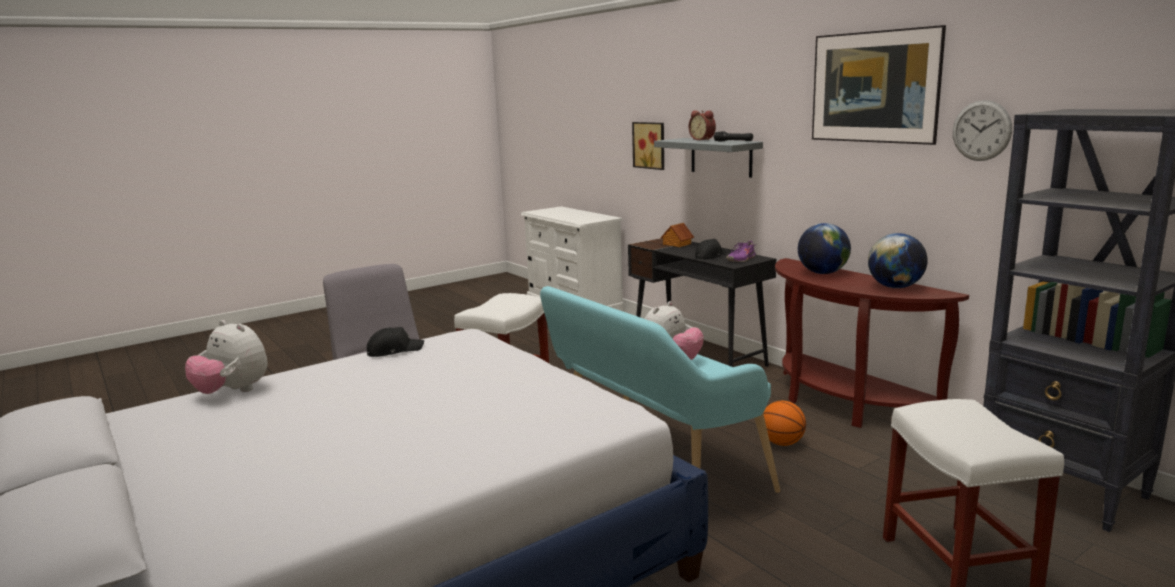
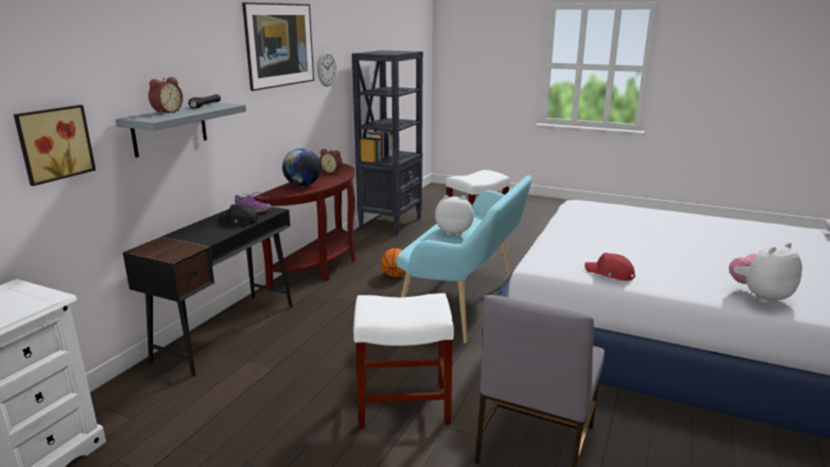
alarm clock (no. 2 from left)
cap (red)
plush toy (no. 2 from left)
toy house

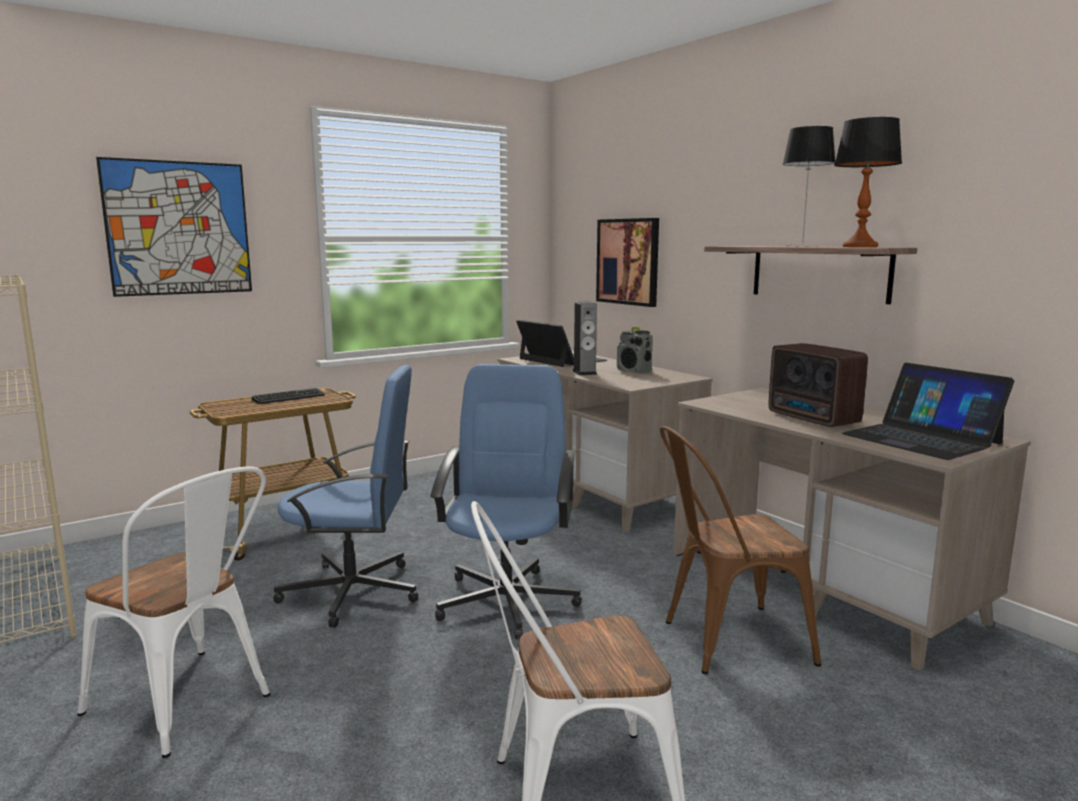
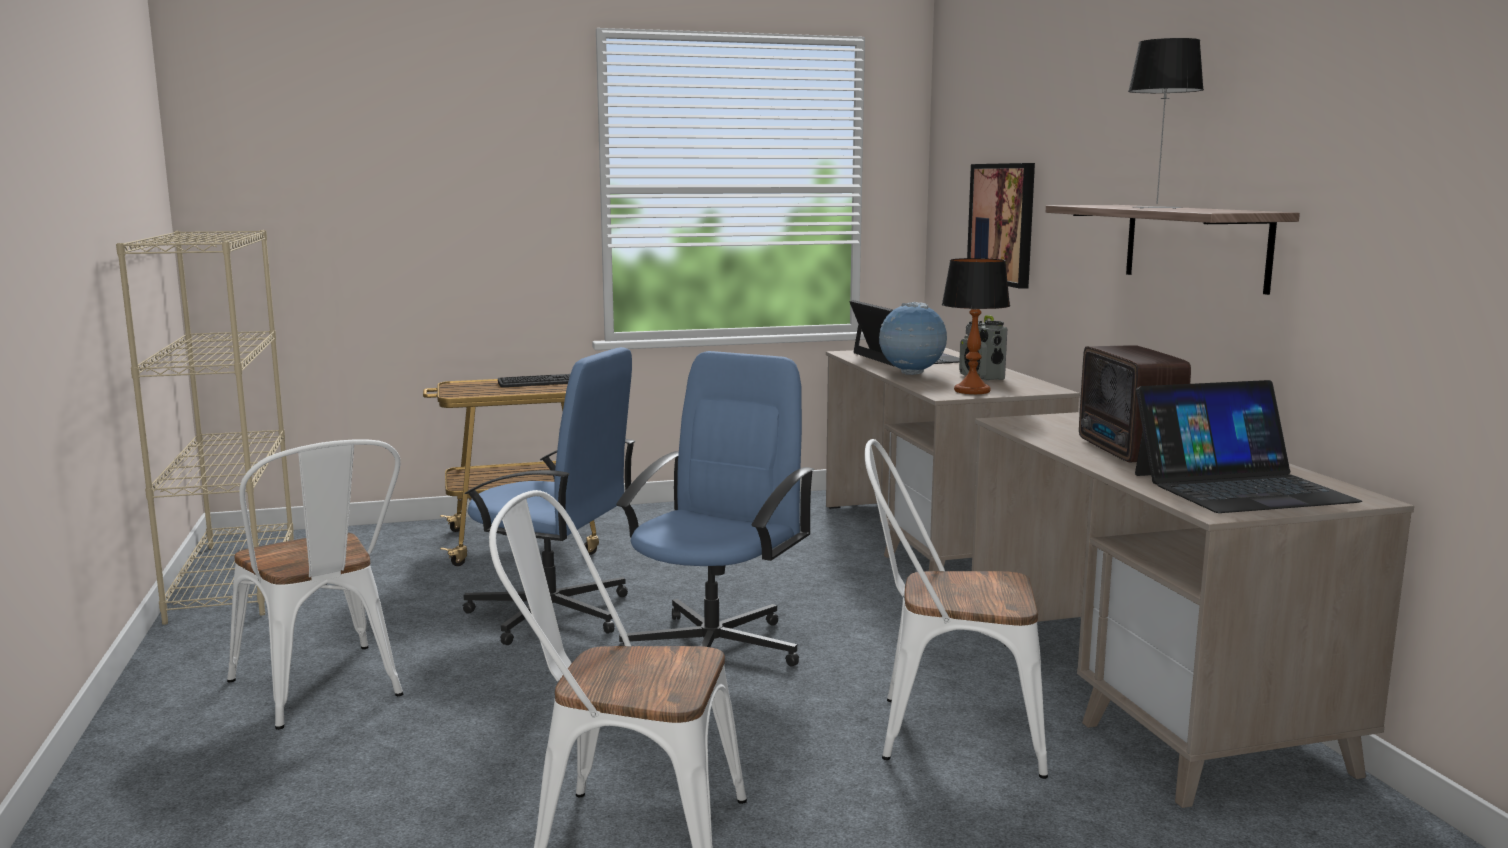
chair (white) (no. 3 from left)
globe
table lamp (no. 1 from left)
laptop (no. 2 from left)
picture (no. 1 from left in the first image)

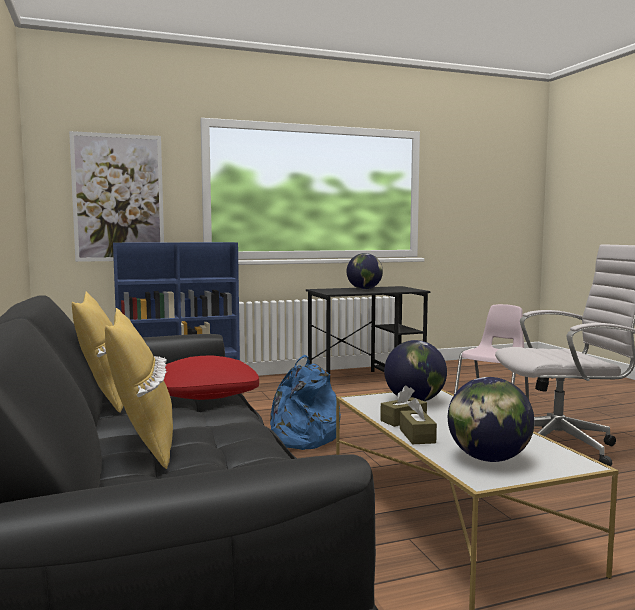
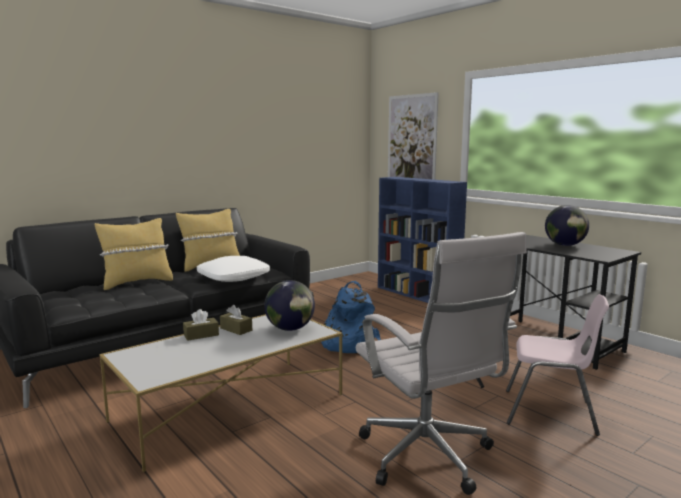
pillow (white)
globe (no. 3 from left in the first image)

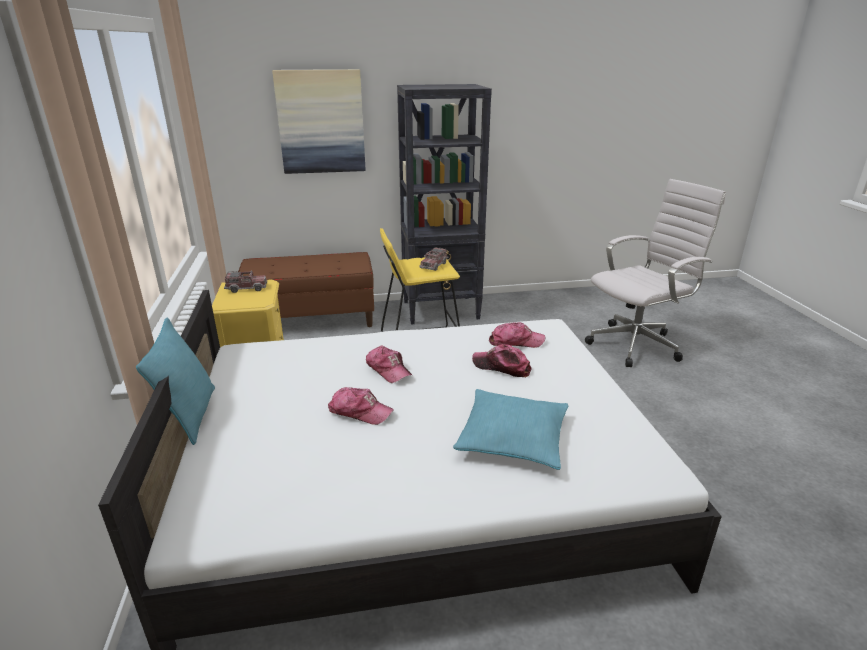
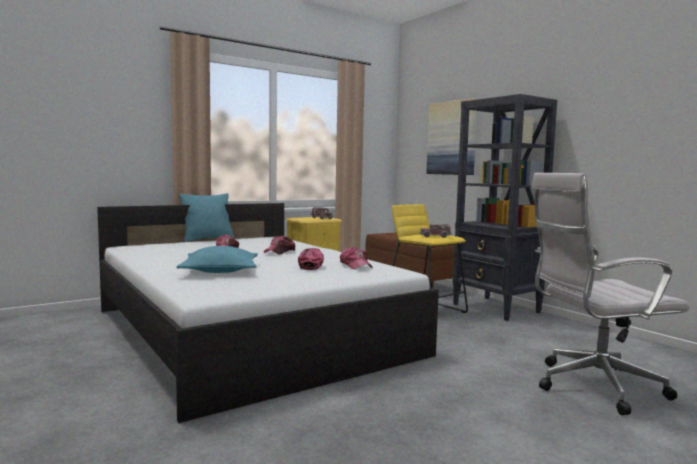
office chair (white)

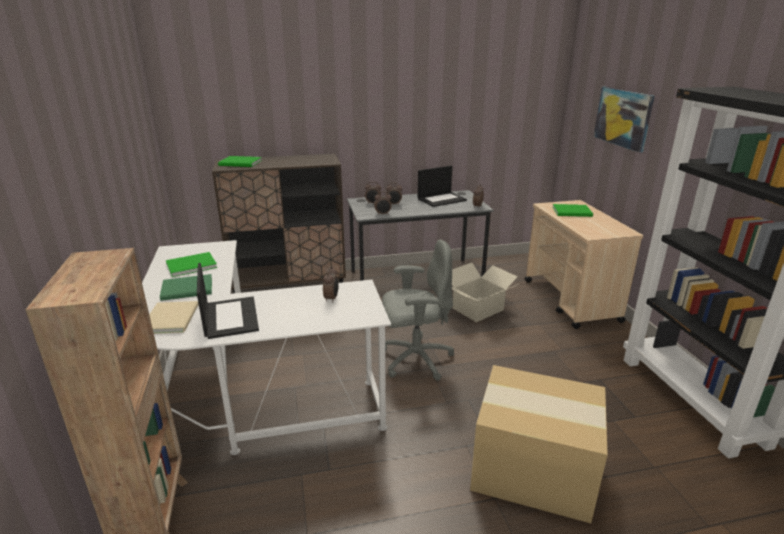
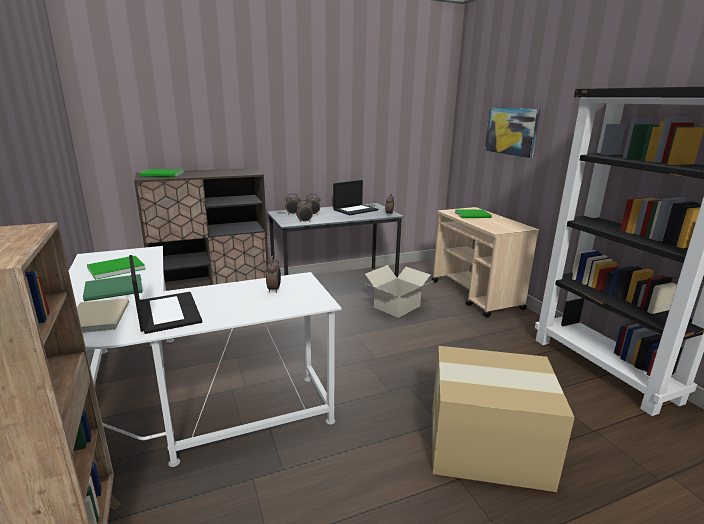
office chair (grey)

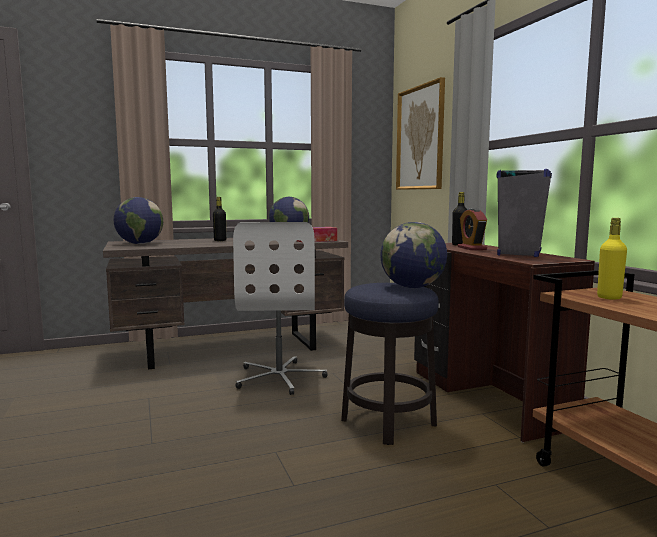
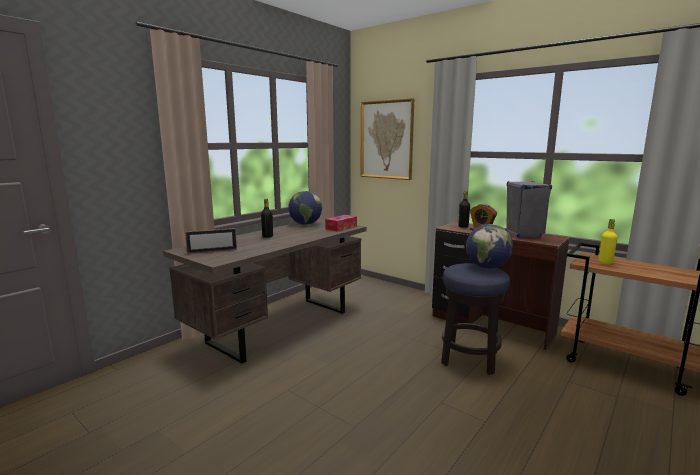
picture frame
office chair (white)

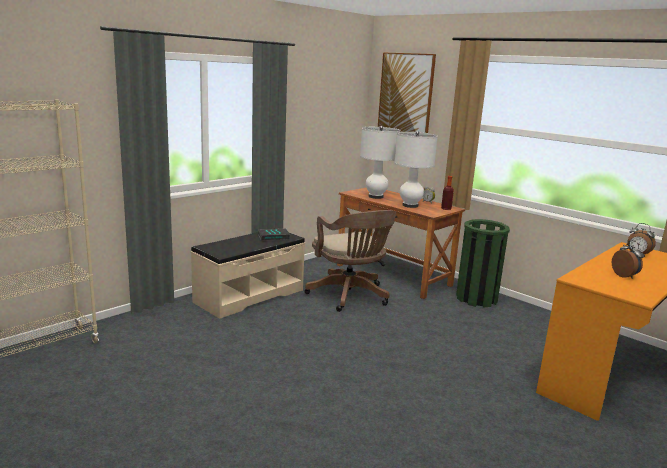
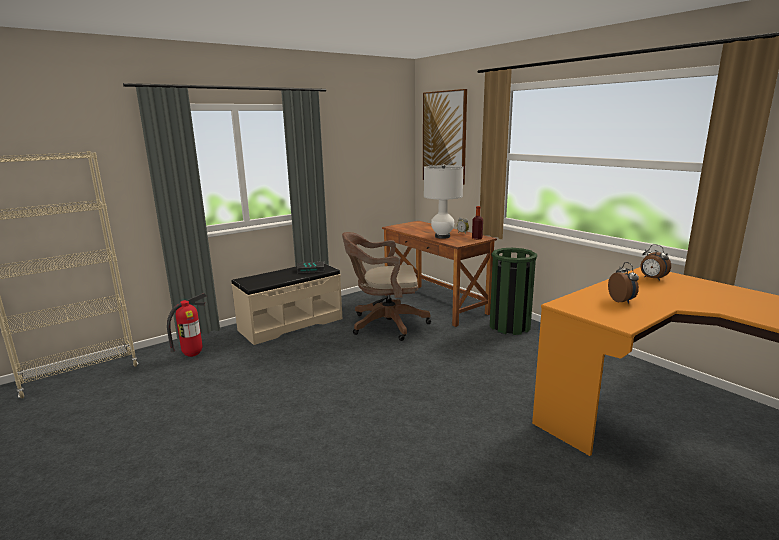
fire extinguisher
office chair (brown)
table lamp (white) (no. 1 from left in the first image)

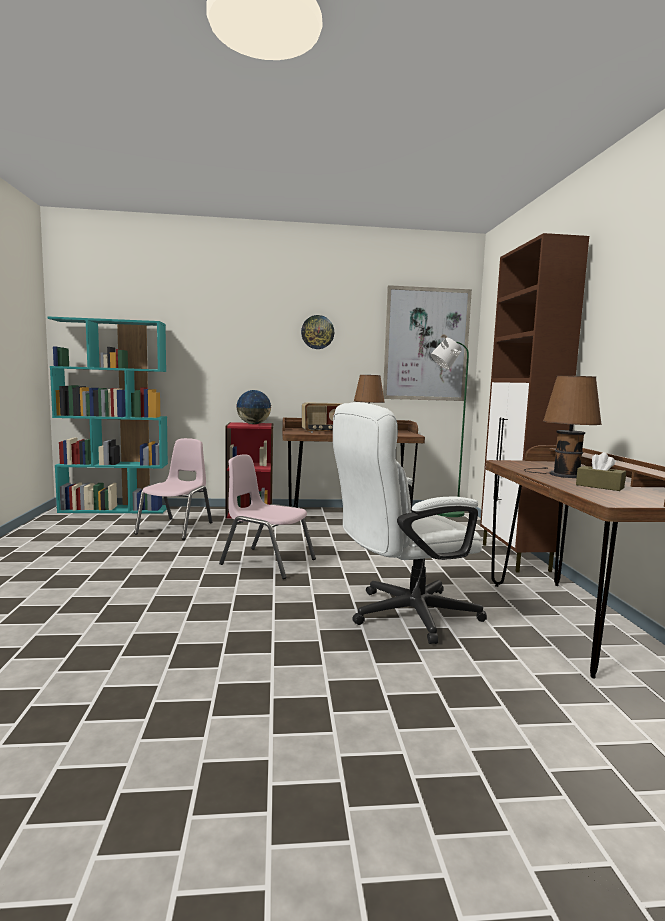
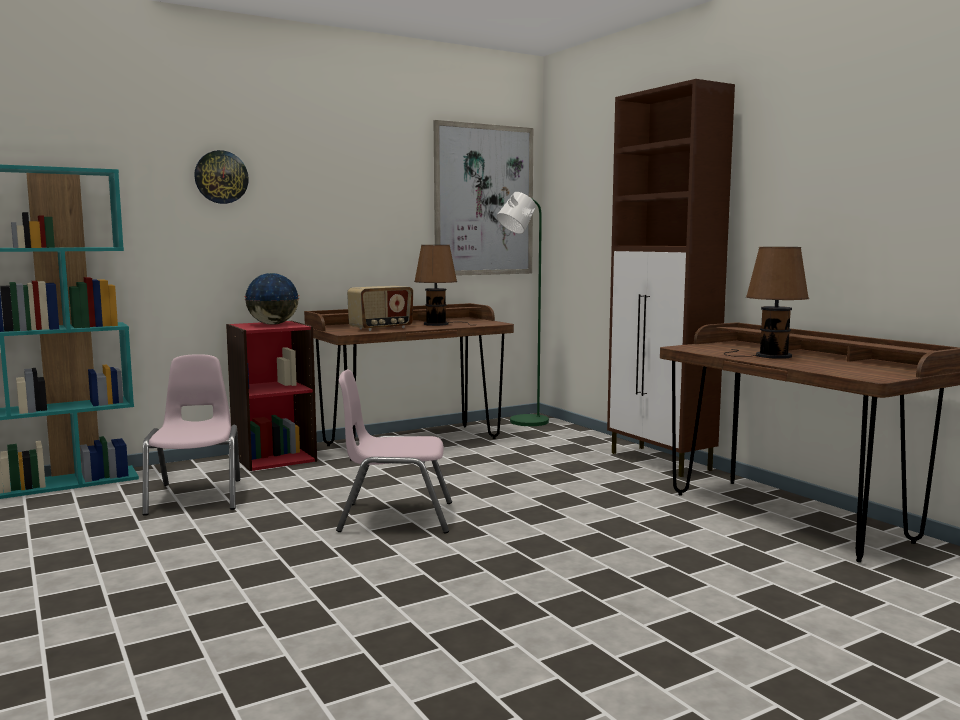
wall clock
office chair (white)
tissue box (brown)

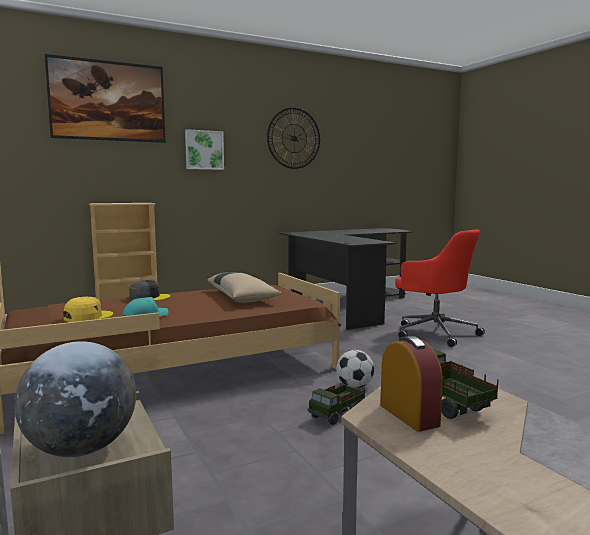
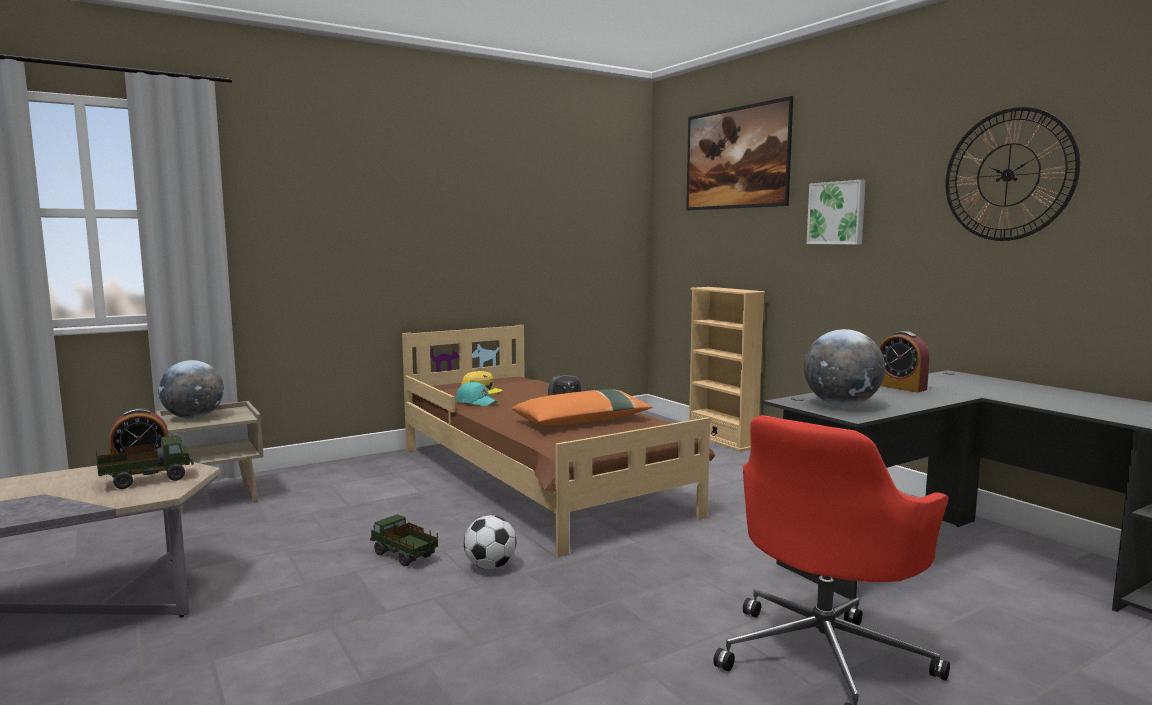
pillow (orange)
globe (no. 2 from left)
alarm clock (no. 2 from left)

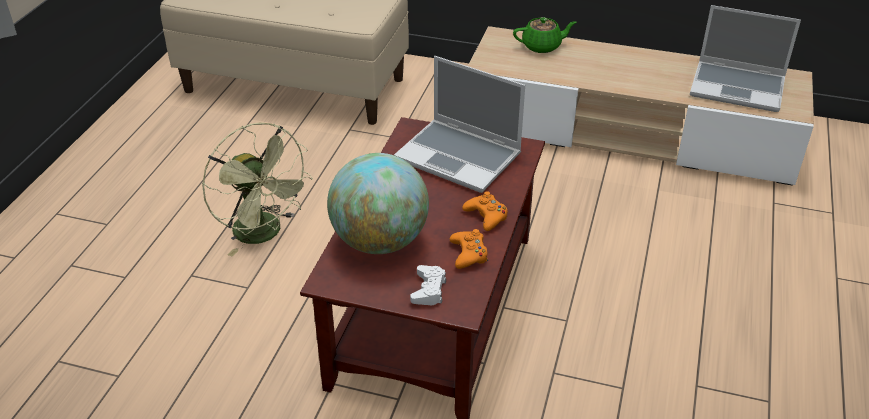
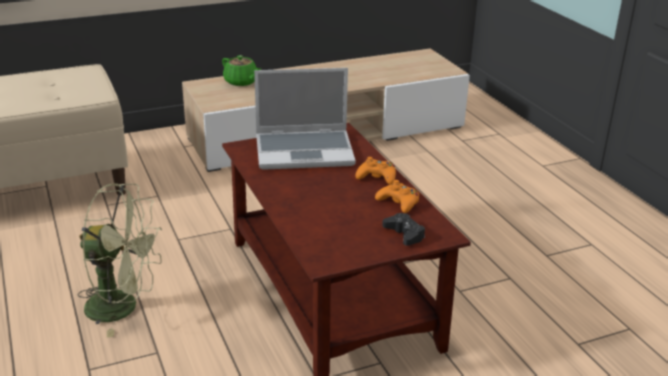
teapot (green)
game controller (black)
globe
laptop (no. 2 from left in the first image)

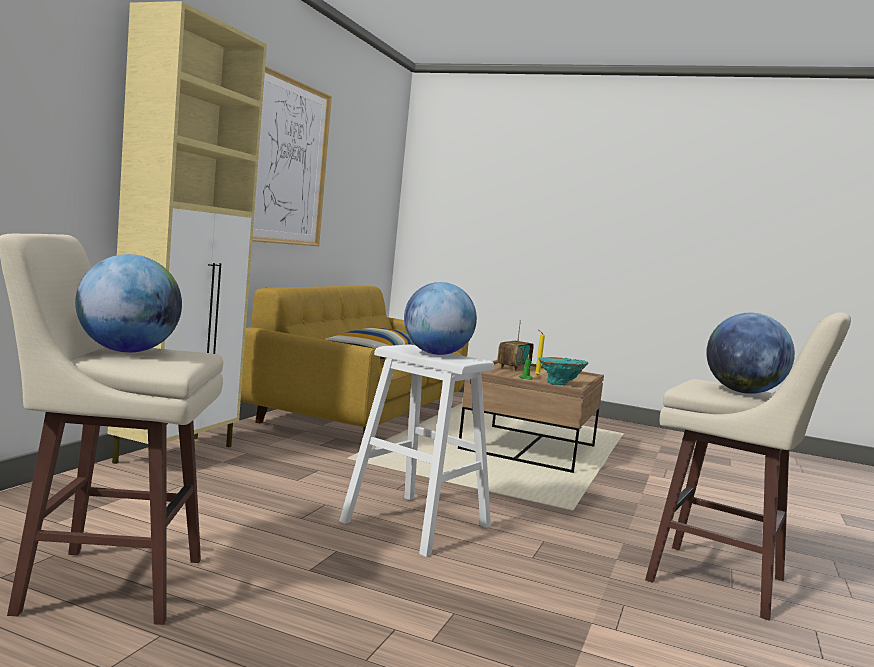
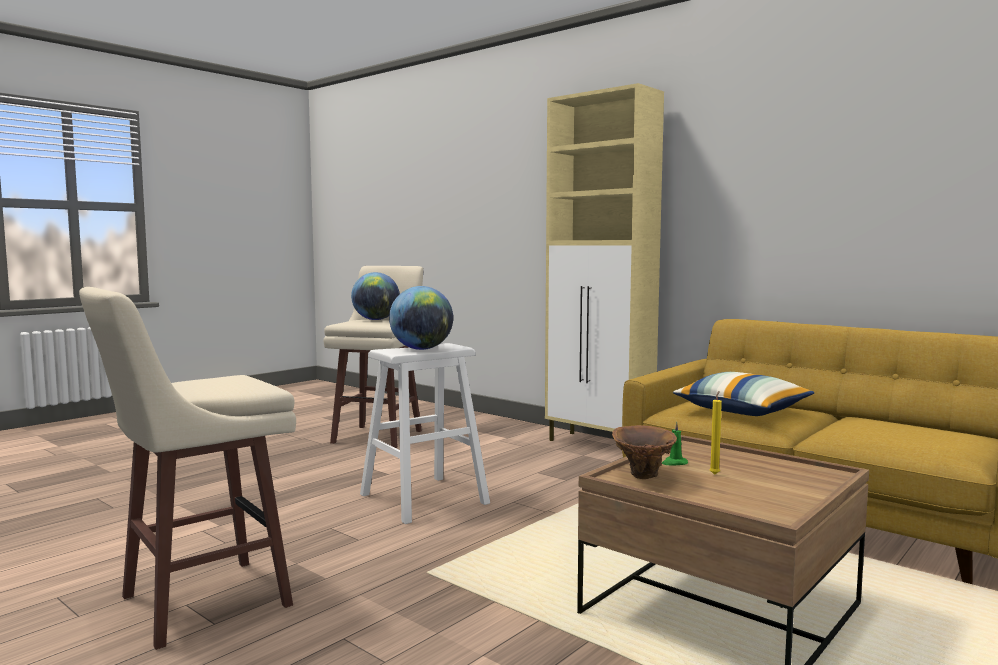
vase (brown)
picture
radio
globe (no. 3 from left in the first image)

